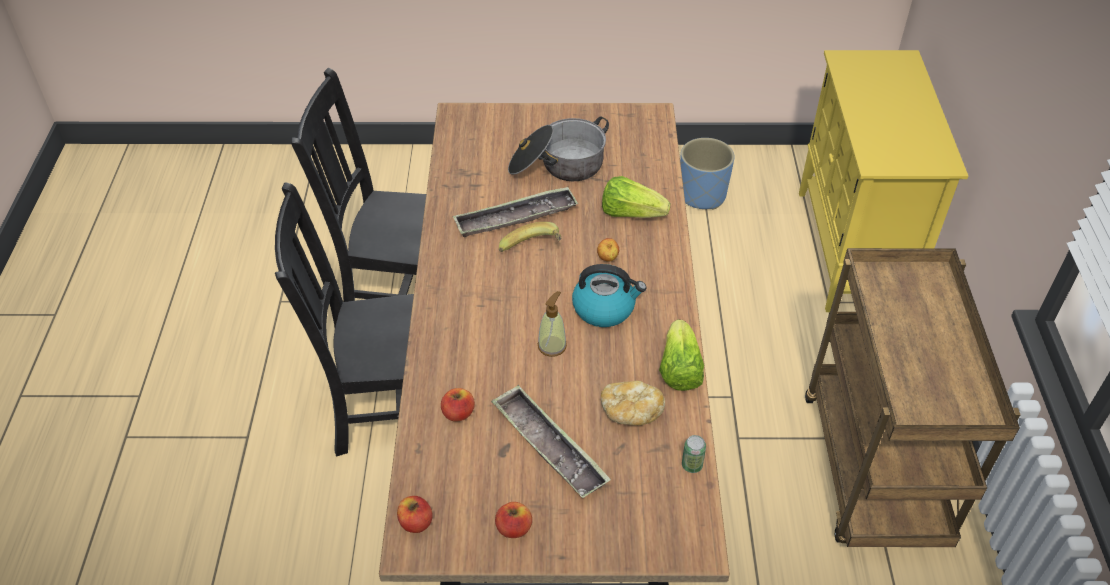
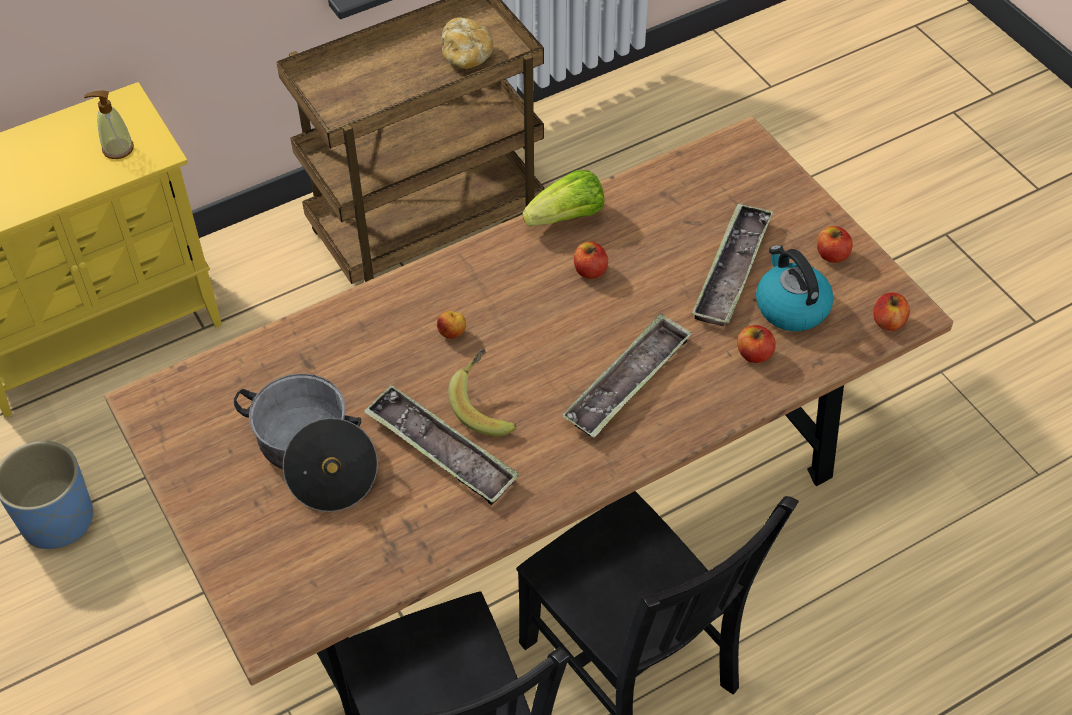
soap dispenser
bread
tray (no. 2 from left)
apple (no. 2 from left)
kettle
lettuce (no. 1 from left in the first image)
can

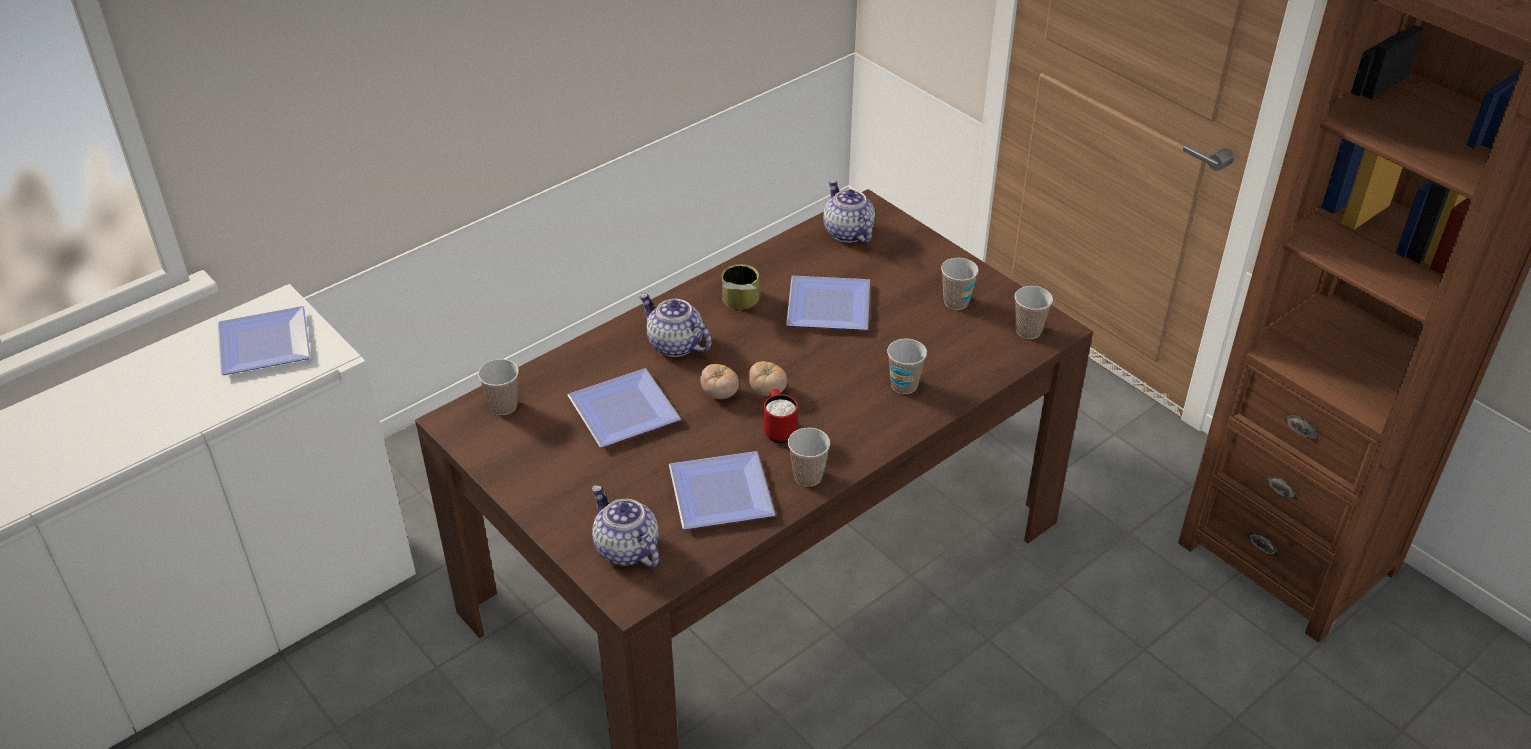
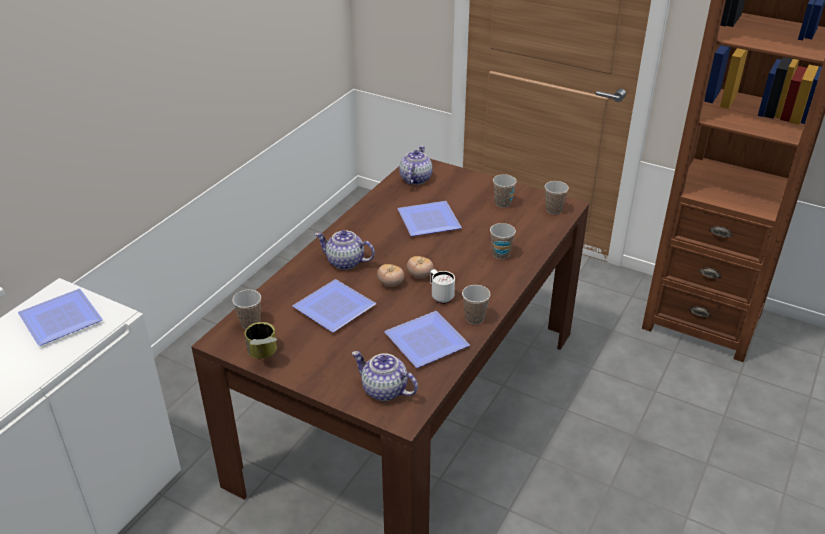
can
teapot (no. 3 from left)
mug (white)

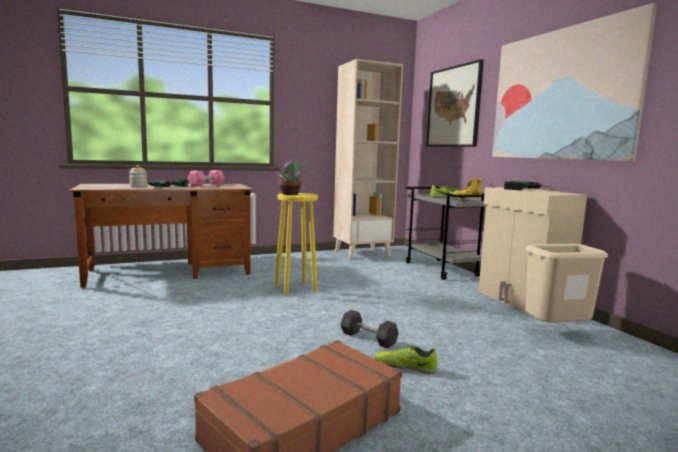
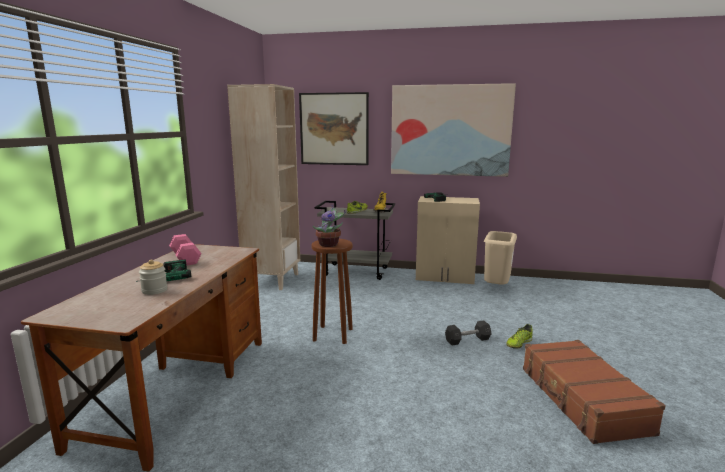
stool (brown)

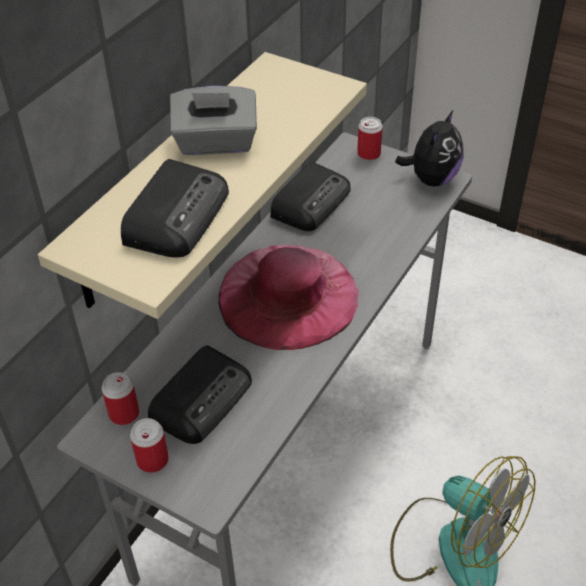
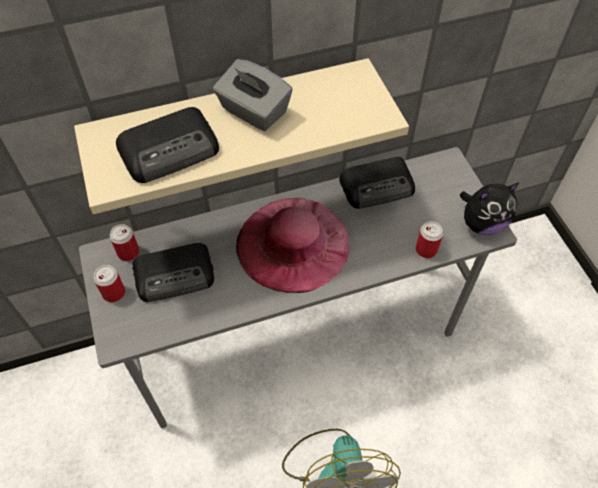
can (no. 3 from left)

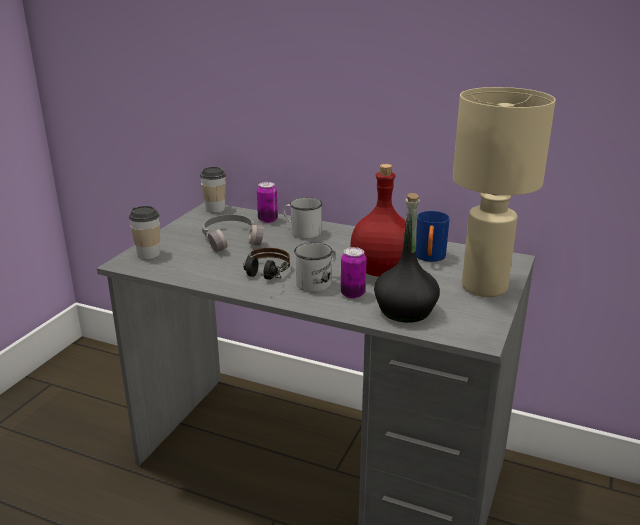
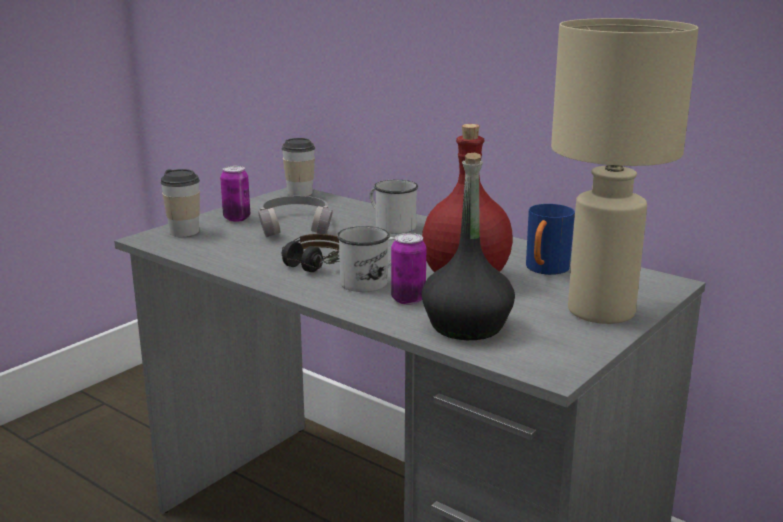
can (no. 1 from left)

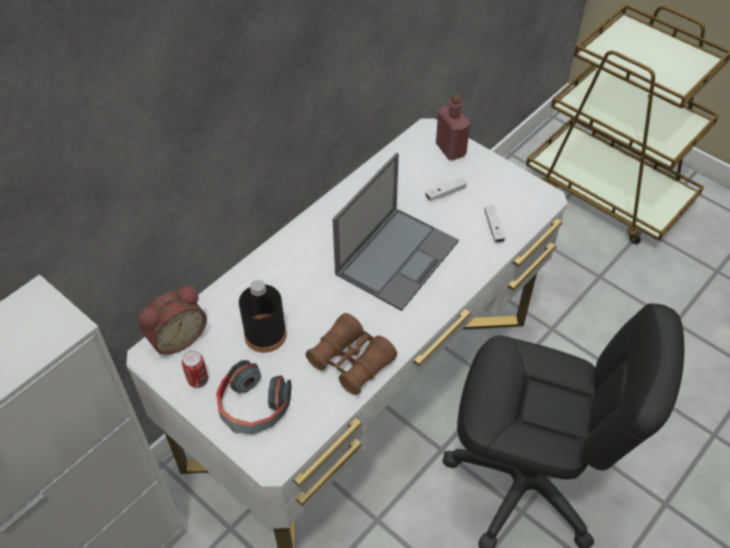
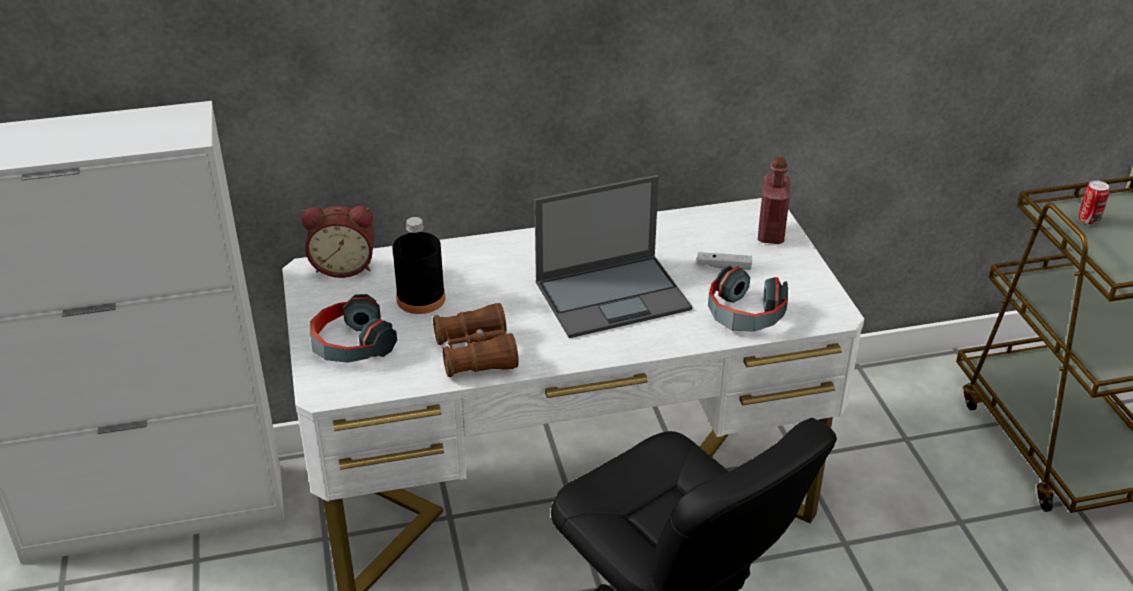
headphones (no. 2 from left)
can

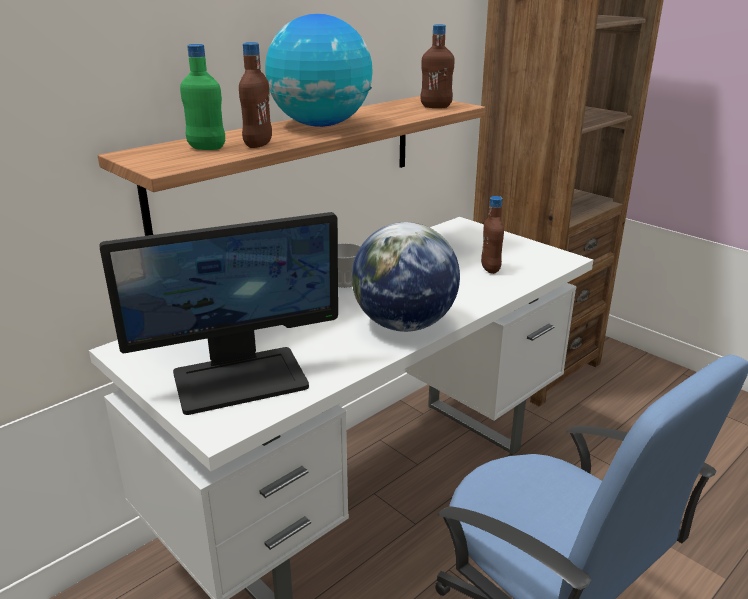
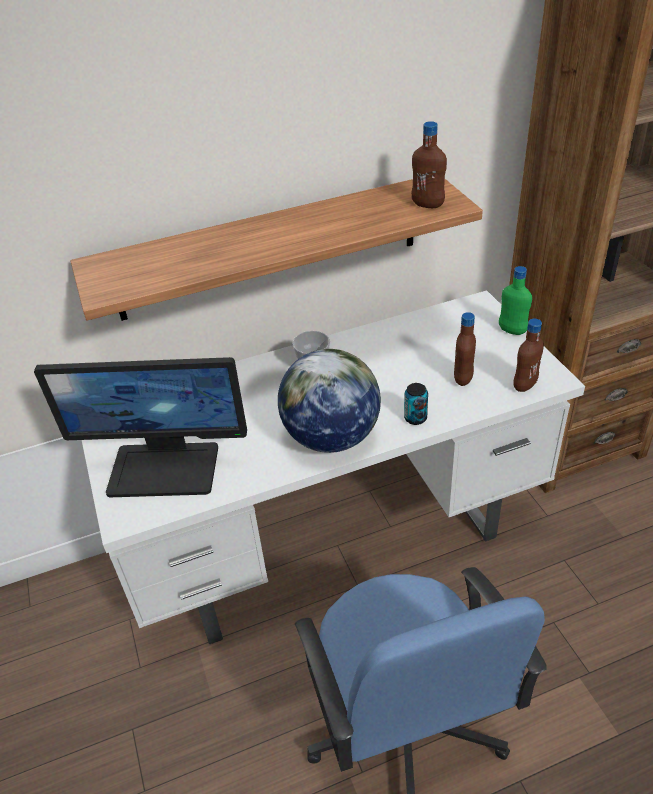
can
bottle (green)
bottle (brown) (no. 3 from left)
globe (no. 1 from left in the first image)

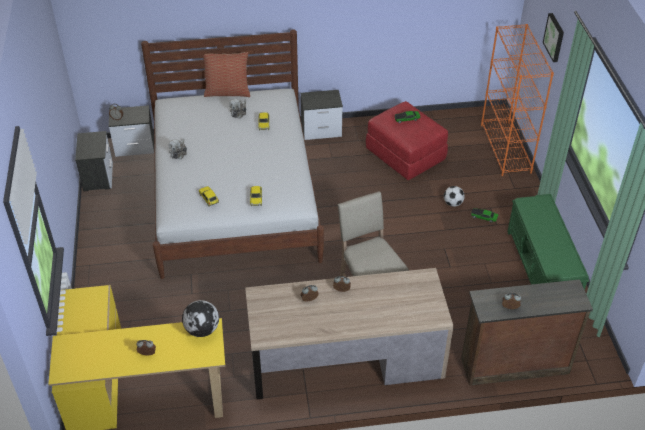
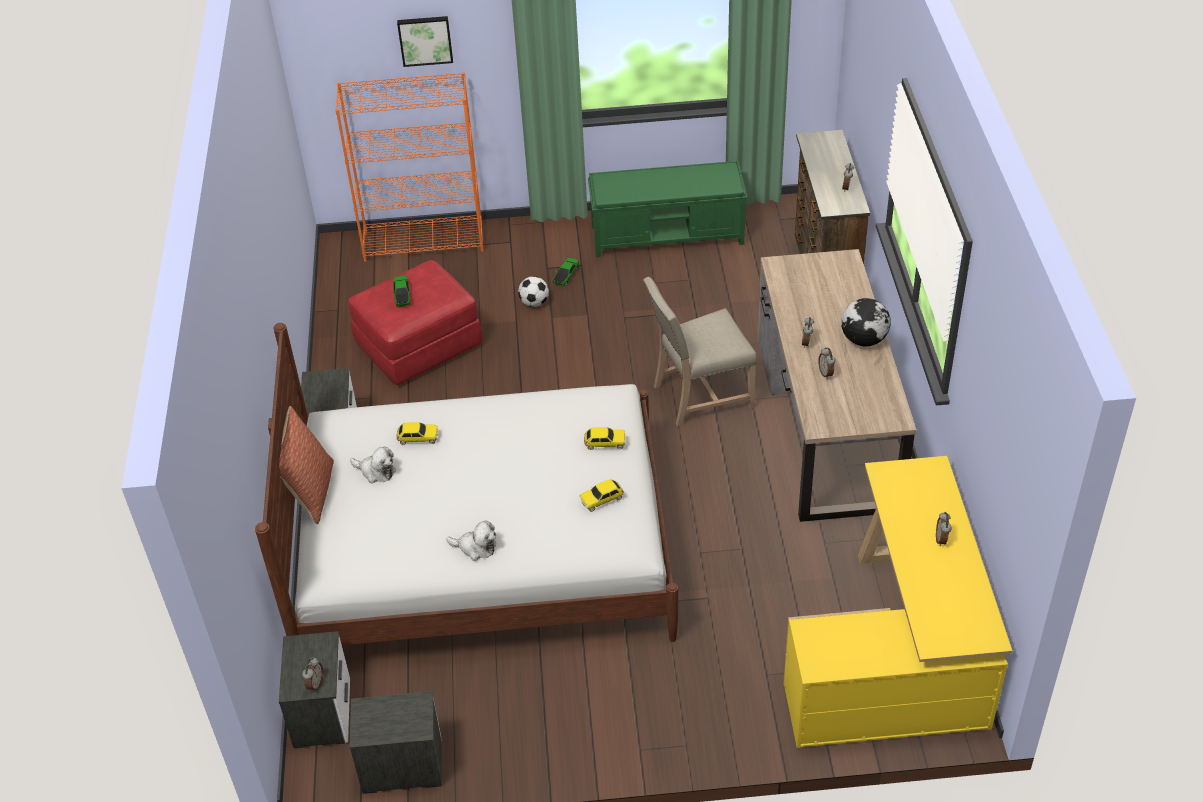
globe

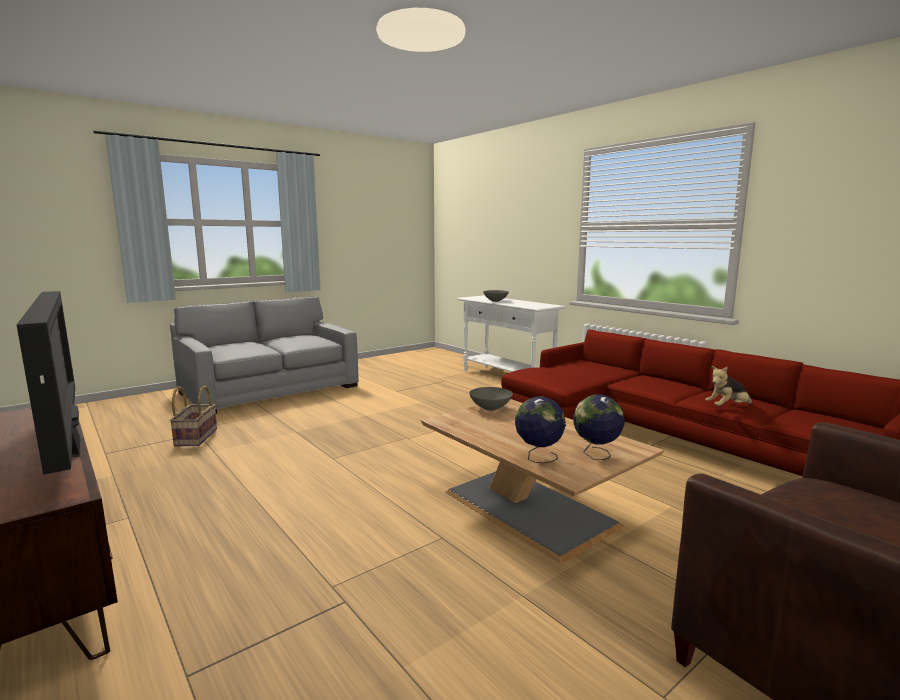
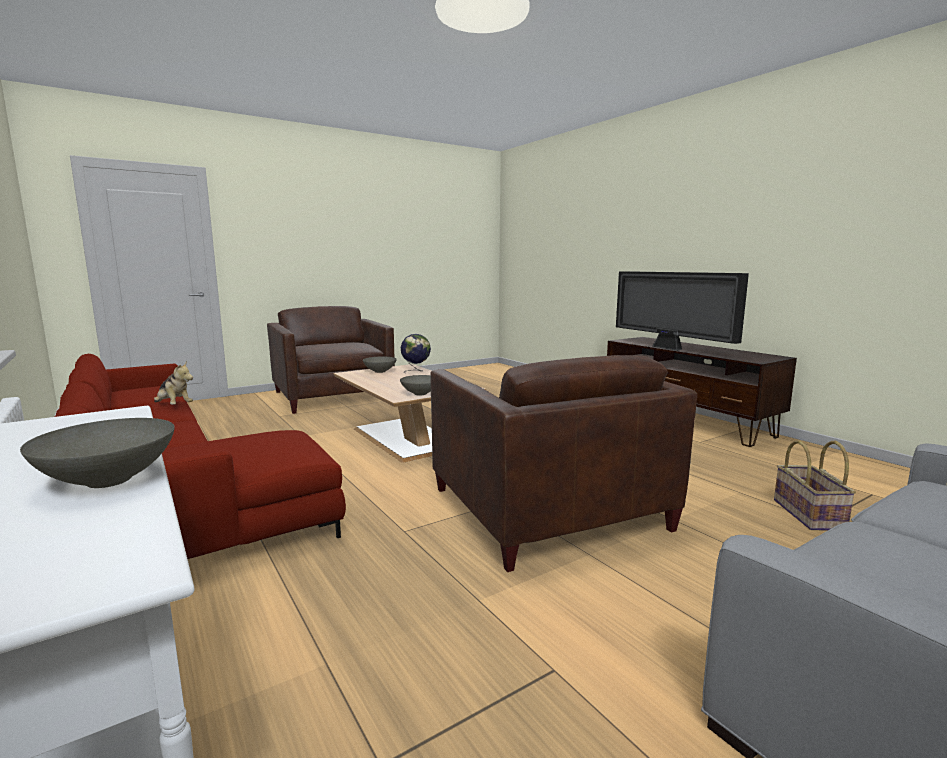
plush toy
bowl (grey) (no. 2 from left)
armchair (brown) (no. 2 from left)

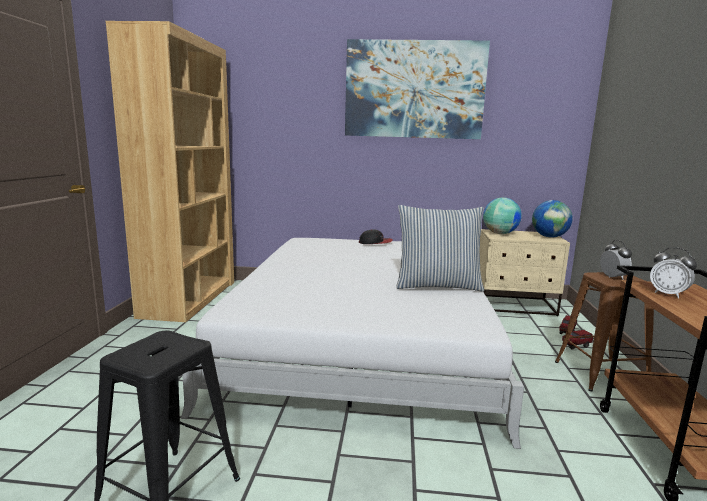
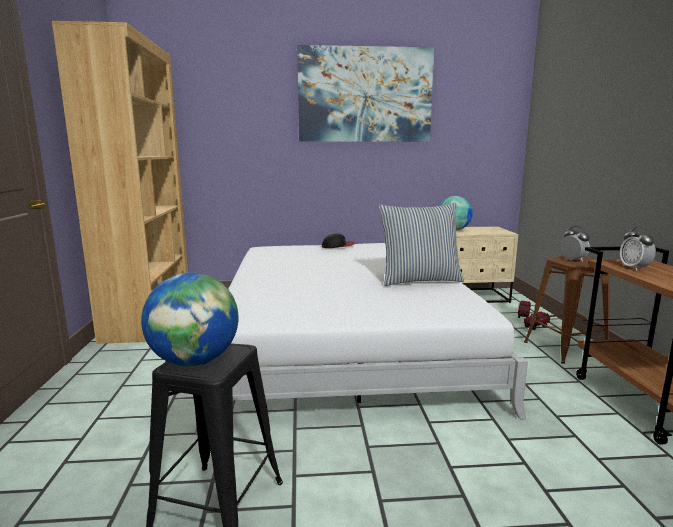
globe (no. 1 from left)
alarm clock (no. 2 from left)

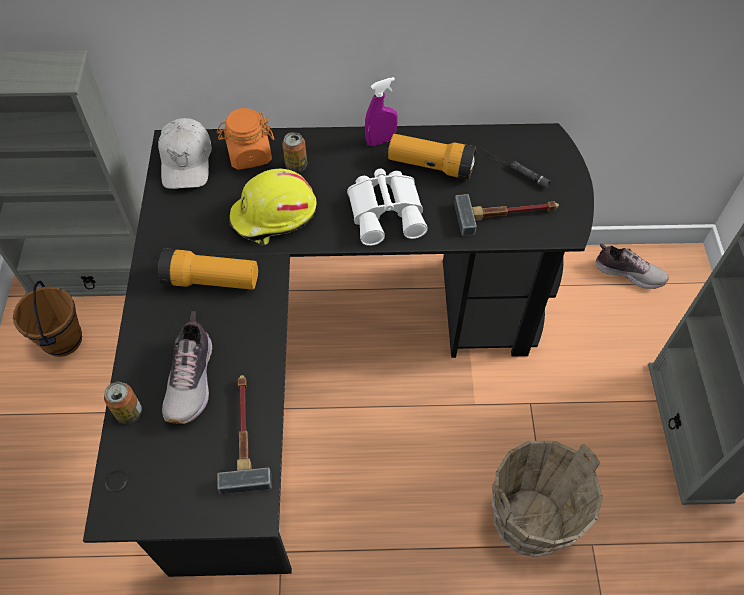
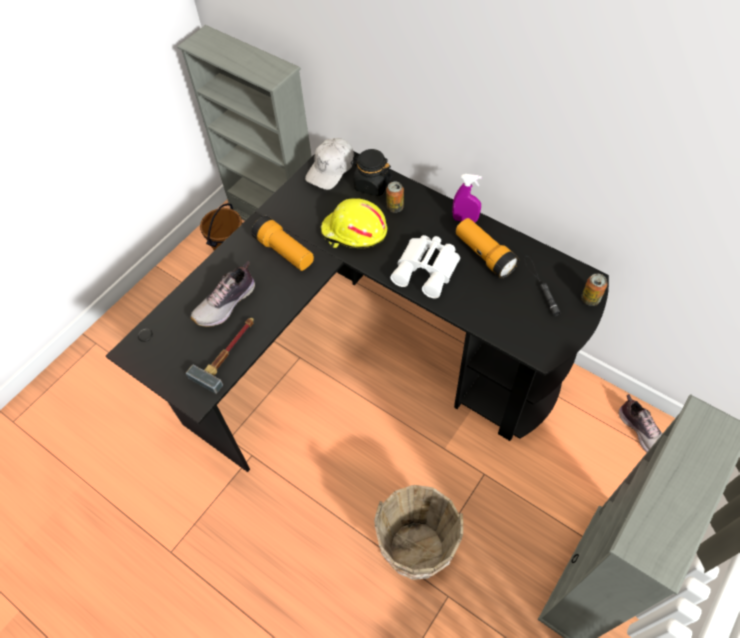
jar (black)
can (no. 2 from left)
hammer (no. 2 from left in the first image)

